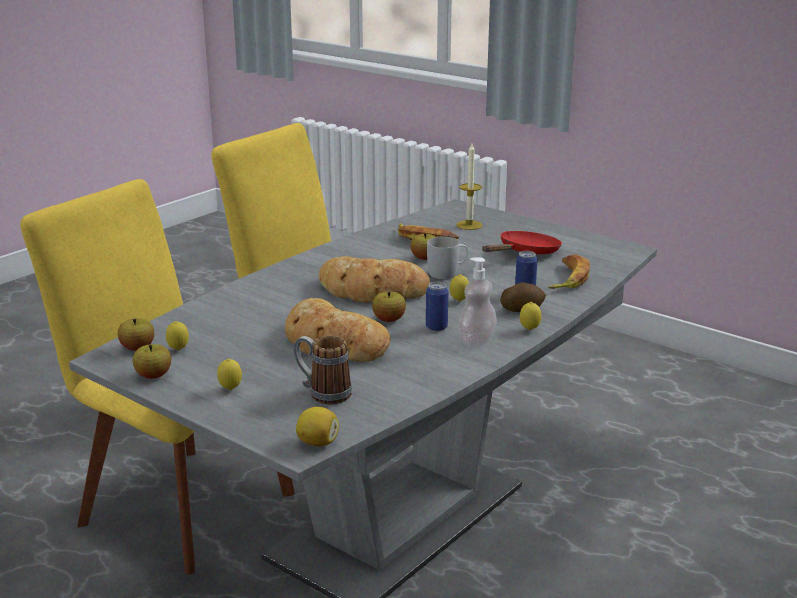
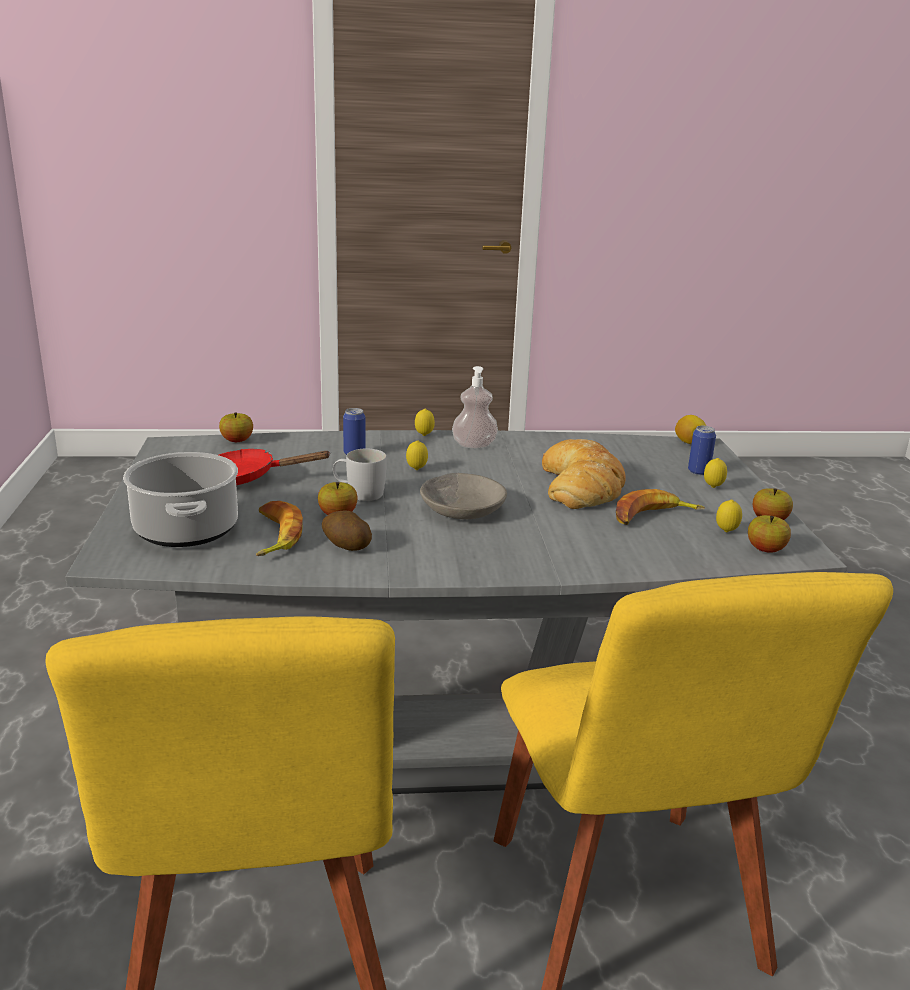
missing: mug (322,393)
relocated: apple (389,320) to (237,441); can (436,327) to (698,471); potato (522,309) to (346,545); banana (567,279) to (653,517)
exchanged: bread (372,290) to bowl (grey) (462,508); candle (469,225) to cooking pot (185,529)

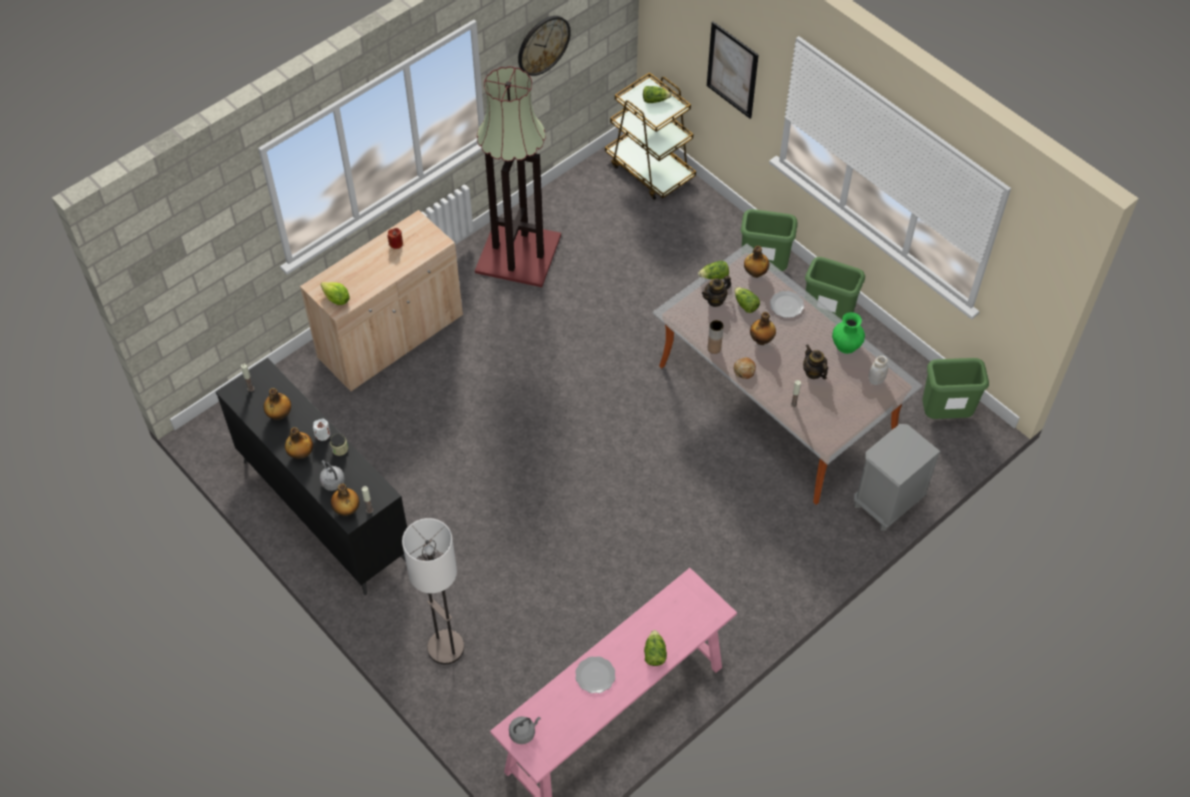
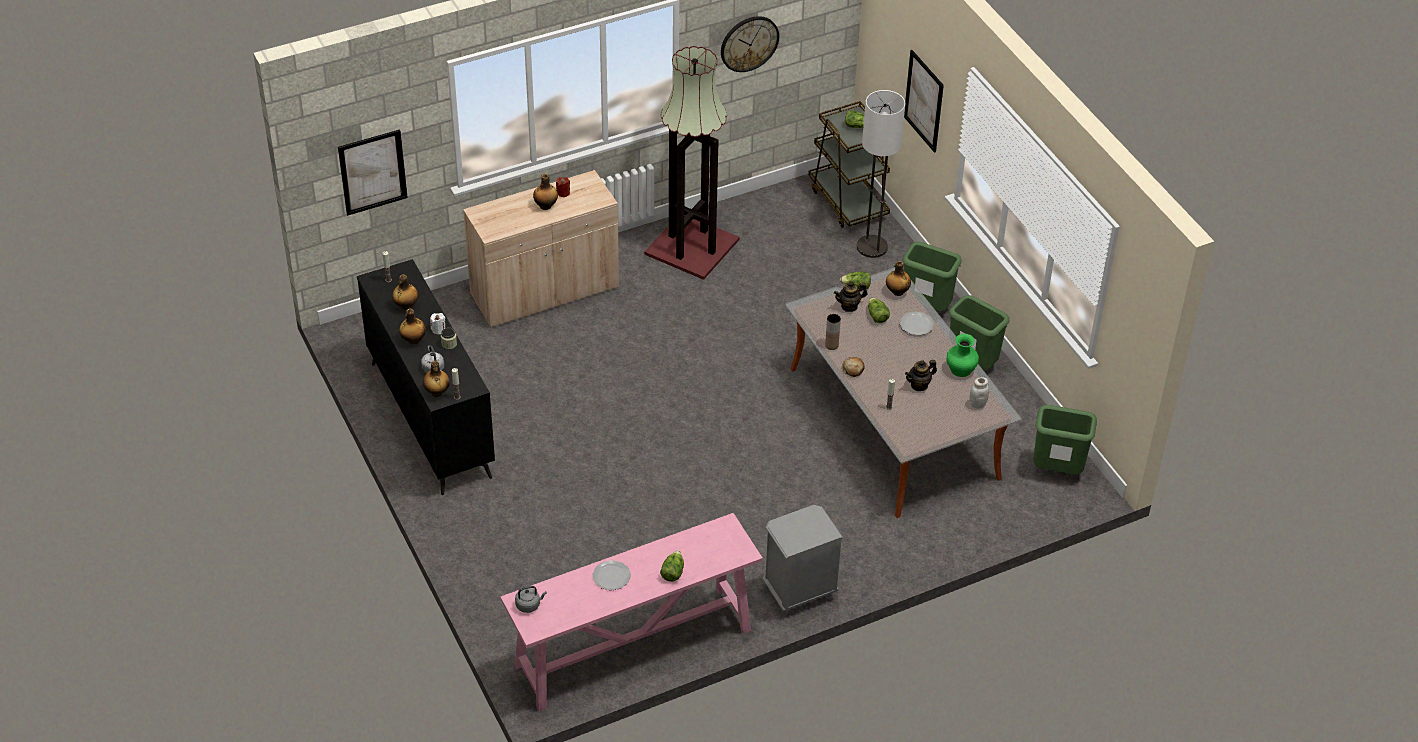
missing: lettuce (337,299)
appeared: picture (372,172)
relocated: floor lamp (446,647) to (872,247); bottle (762,340) to (546,206); nightstand (grey) (887,503) to (798,593)
spun: teapot (813,372) = (919,385) 105 degrees counterclockwise

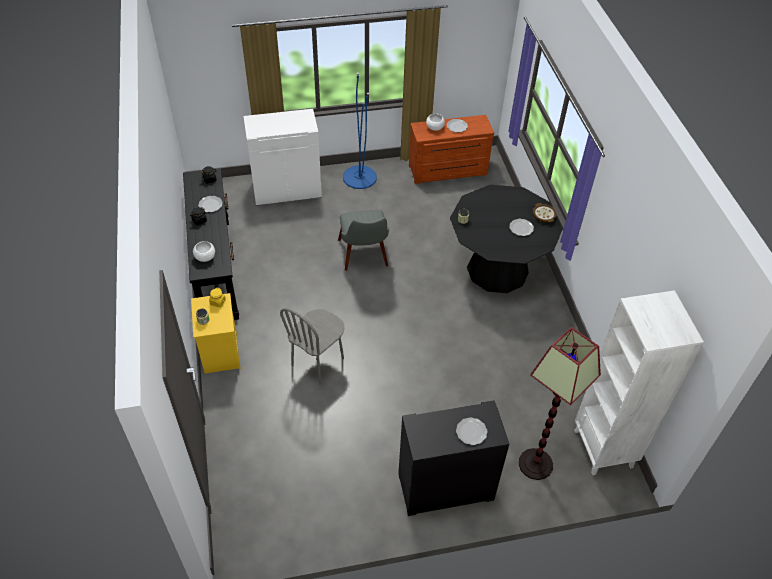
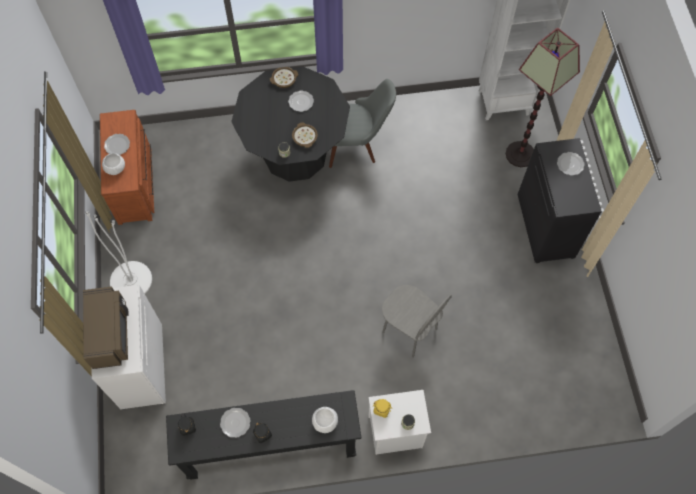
appeared: microwave (brown) (110,333); bowl (304,137)
relocated: chair (grey) (364,258) to (358,144)
colour: nightstand (yellow) (220,353) to nightstand (white) (395,433); floor lamp (blue) (359,177) to floor lamp (white) (131,280)

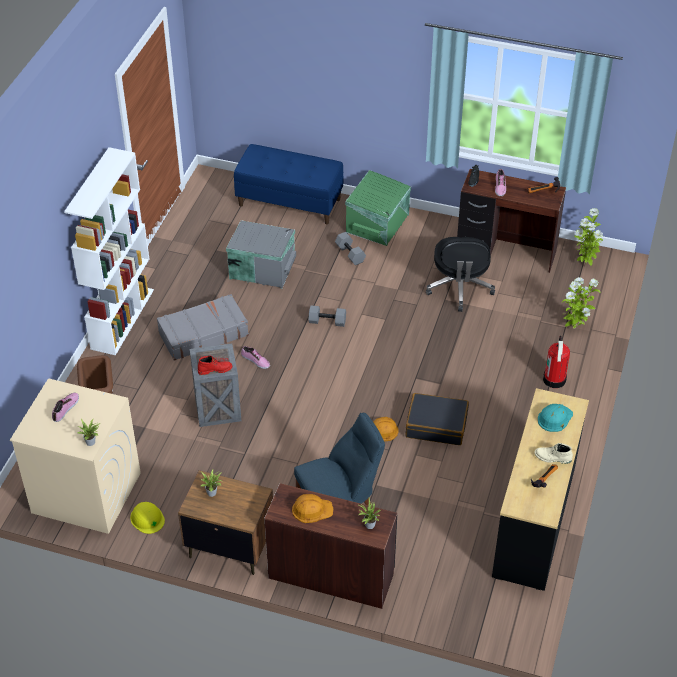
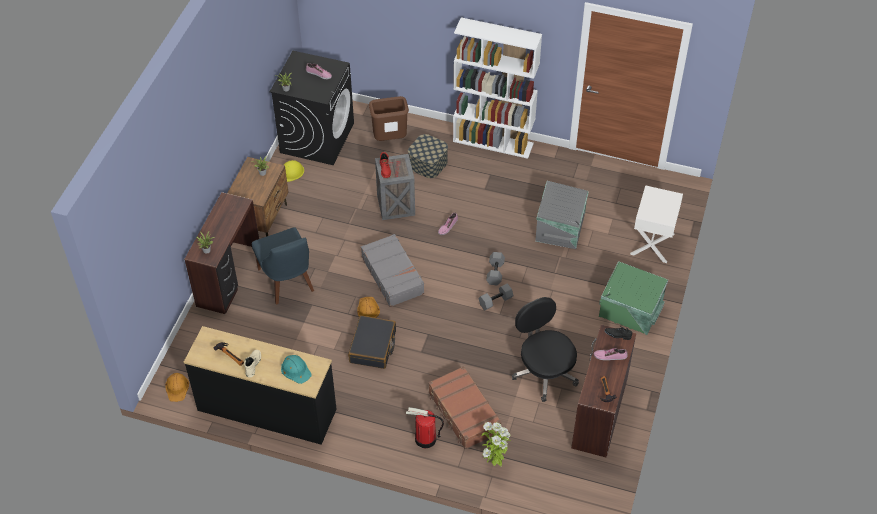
missing: potted plant (585,263)
appeared: storage box (428,163); suitcase (brown) (463,413)
relocated: suitcase (grey) (203,334) to (393,275); hard hat (orange) (312,509) to (177,388); dumbbell (grey) (351,254) to (495,301)
exchanged: bench (blue) (290,202) to nightstand (white) (653,244)
colour: washing machine (beige) (85,493) to washing machine (black) (317,137)
spun: office chair (black) (459,288) = (544,371) 60 degrees clockwise

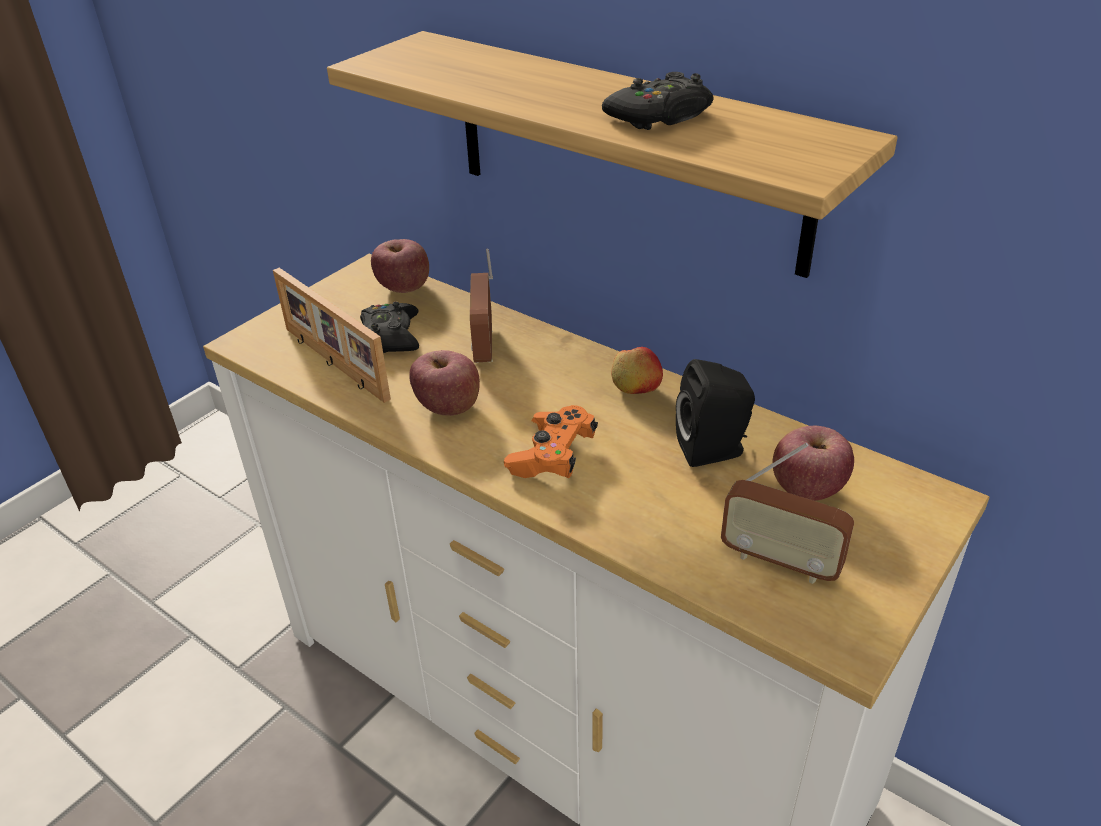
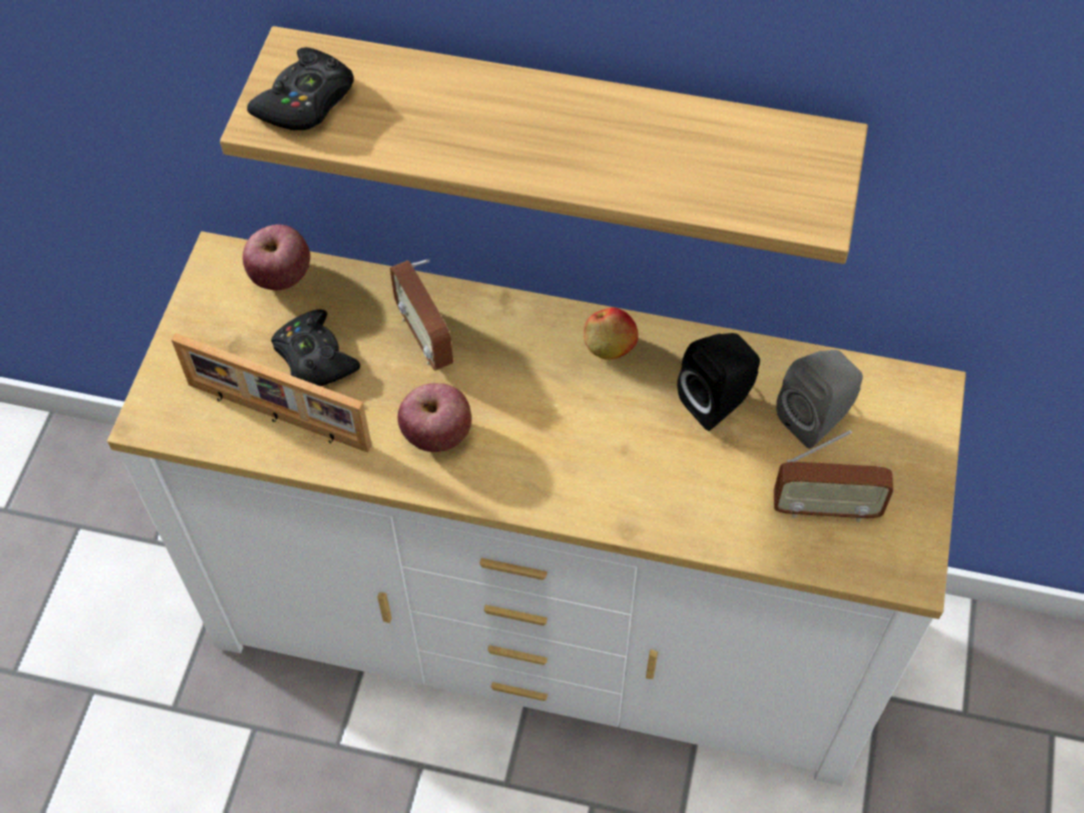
missing: game controller (orange) (552,456)
relocated: game controller (black) (660,116) to (306,101)
exchanged: apple (807,488) to speaker (grey) (816,418)

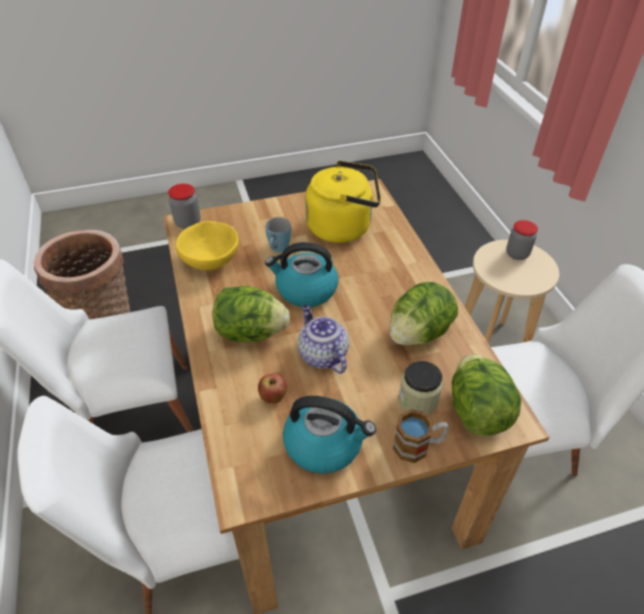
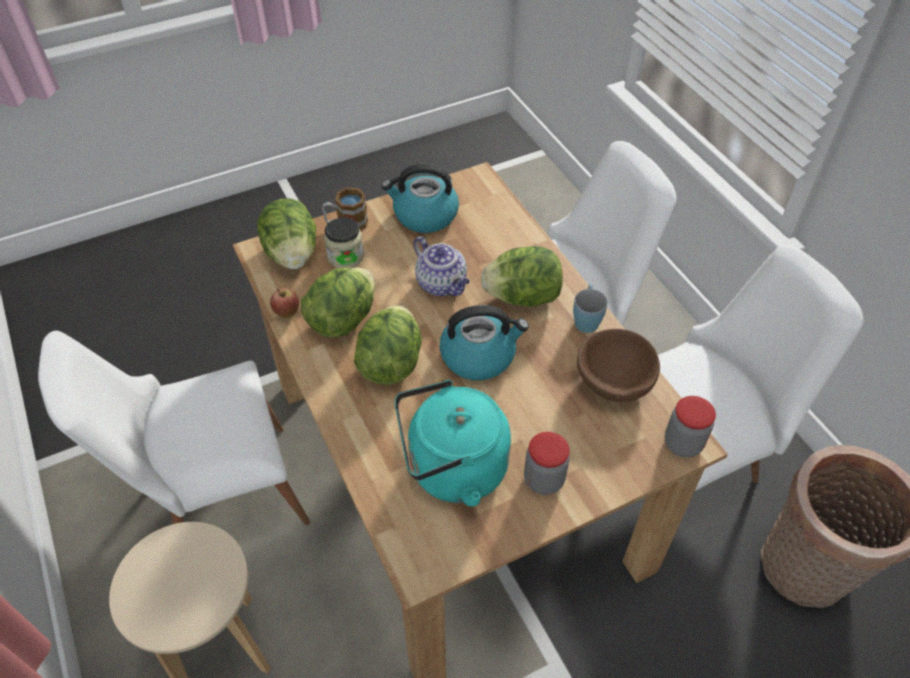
appeared: lettuce (390,363)
relocated: apple (273,398) to (287,313); mug (blue) (278,249) to (586,319); jar (517,254) to (543,480)
colour: bowl (yellow) (211,261) to bowl (brown) (612,381); kettle (yellow) (343,227) to kettle (turquoise) (452,470)

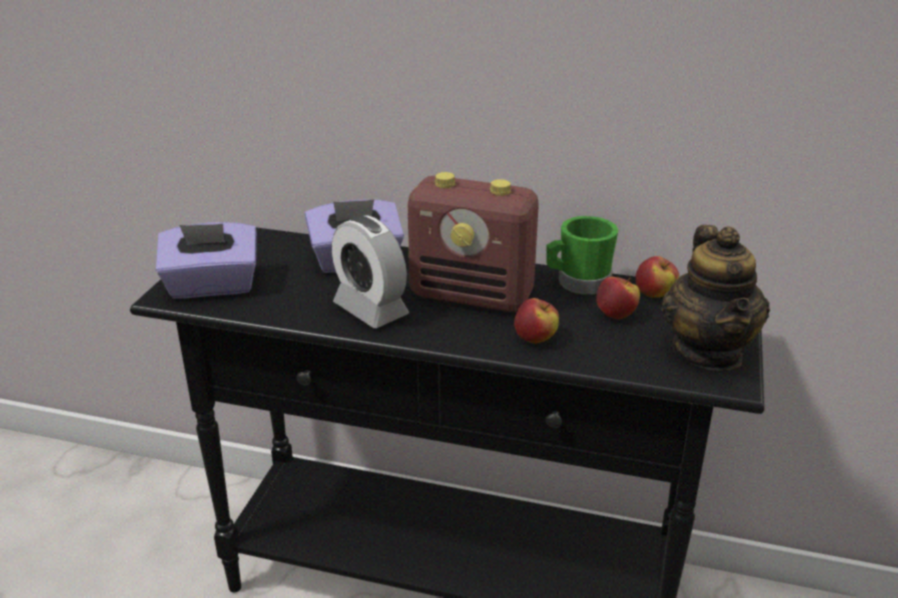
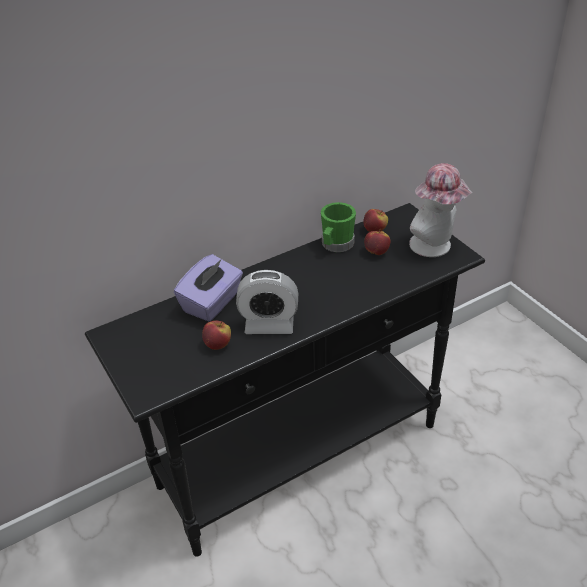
missing: tissue box (purple) (212,286); radio (473,296)
relocated: apple (535,339) to (218,344)
exchanged: teapot (708,351) to hat (435,246)

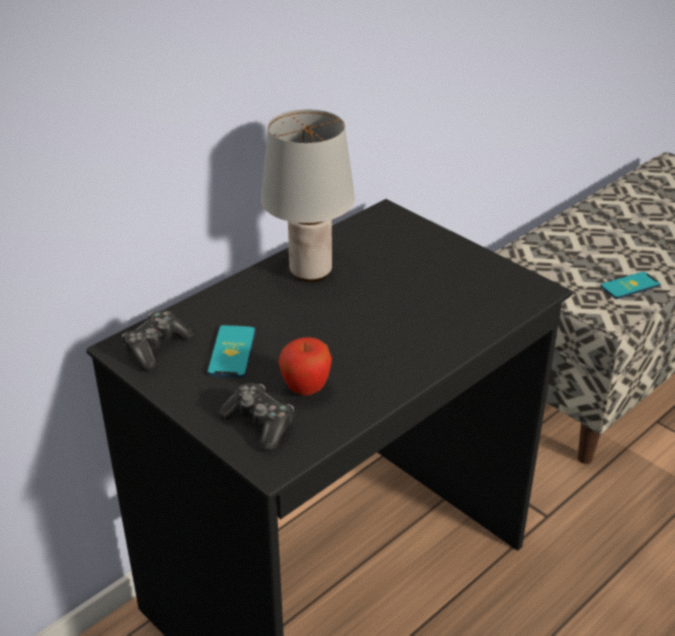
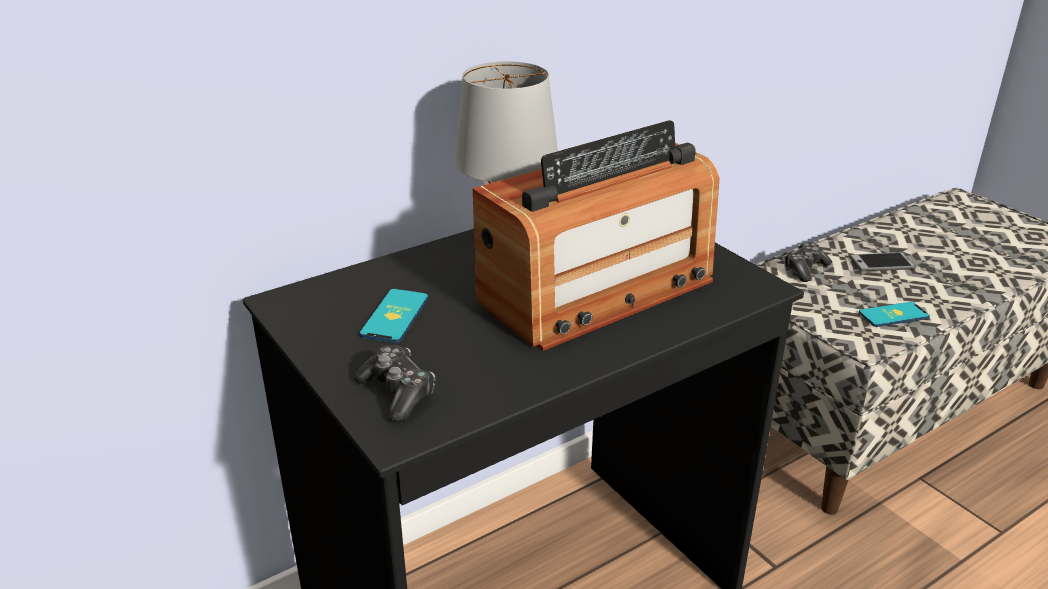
missing: apple (306,389)
appeared: radio (597,290); phone (881,263)
relocated: game controller (156,348) to (805,269)

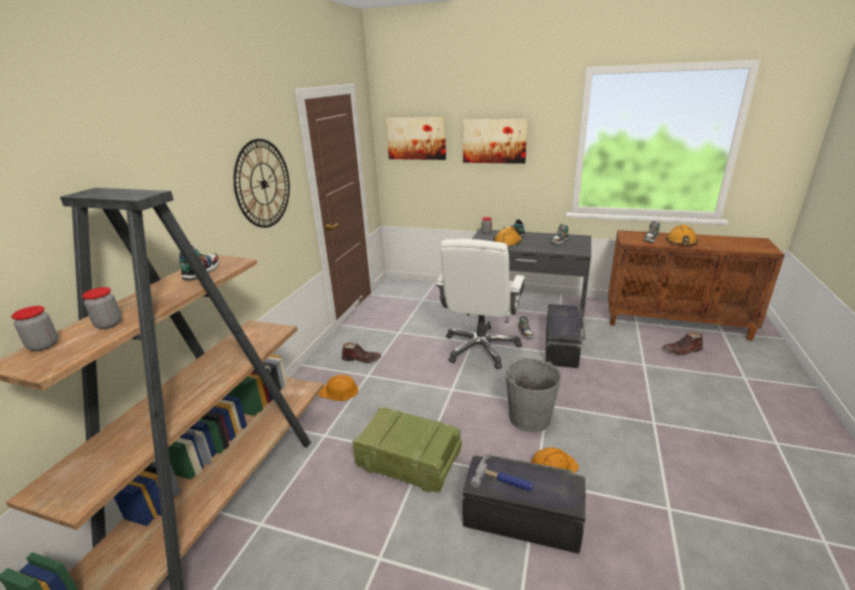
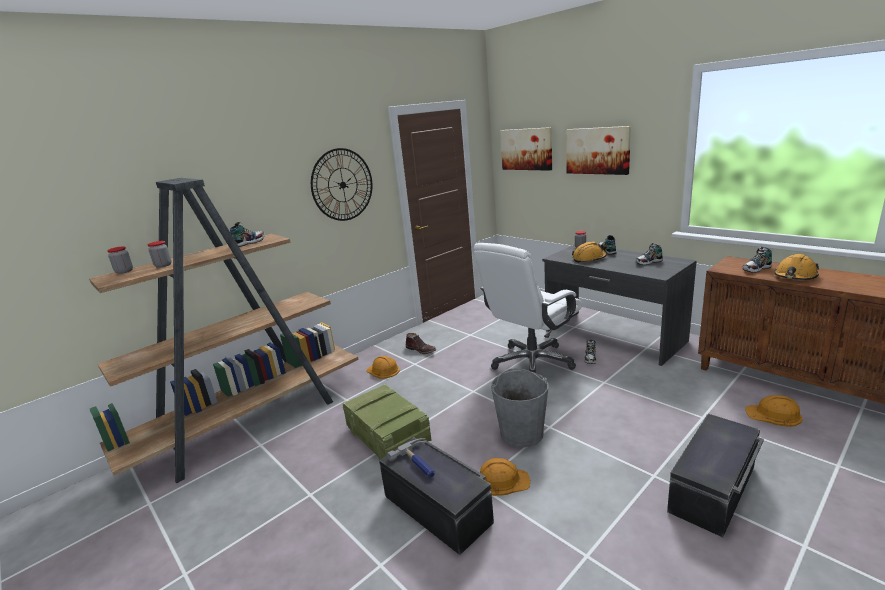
relocated: storage box (black) (562,347) to (714,489)
exchanged: boot (brown) (682,350) to hard hat (orange) (774,415)

